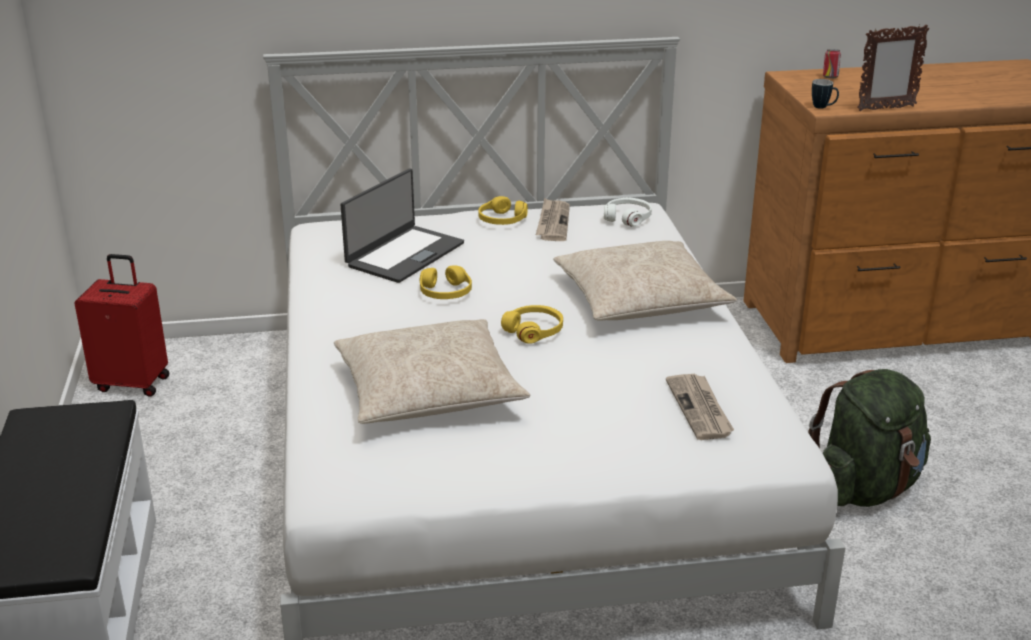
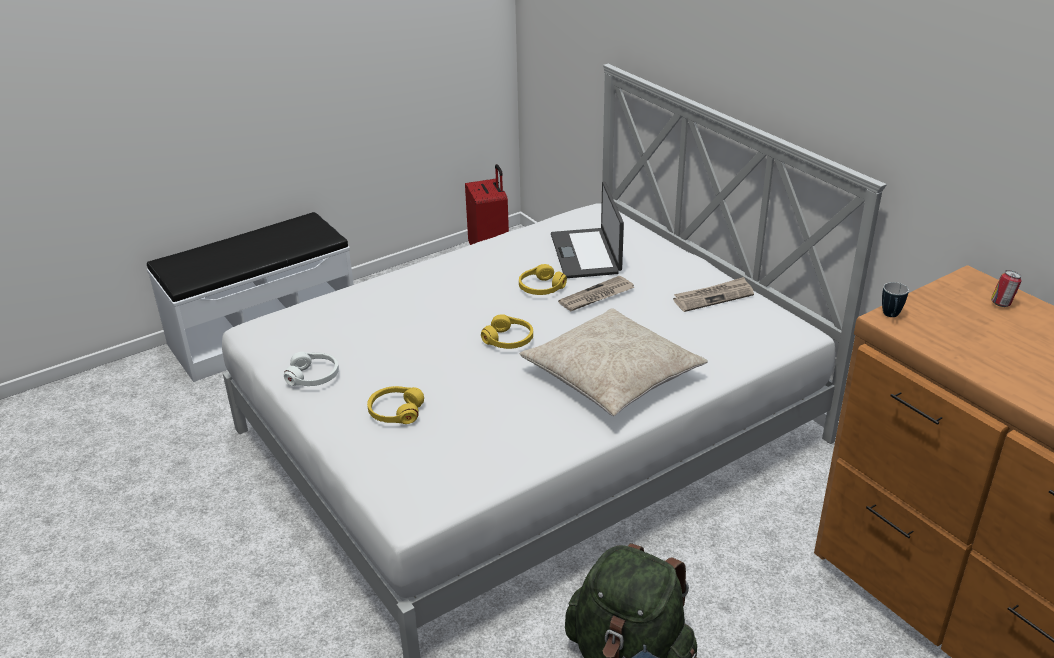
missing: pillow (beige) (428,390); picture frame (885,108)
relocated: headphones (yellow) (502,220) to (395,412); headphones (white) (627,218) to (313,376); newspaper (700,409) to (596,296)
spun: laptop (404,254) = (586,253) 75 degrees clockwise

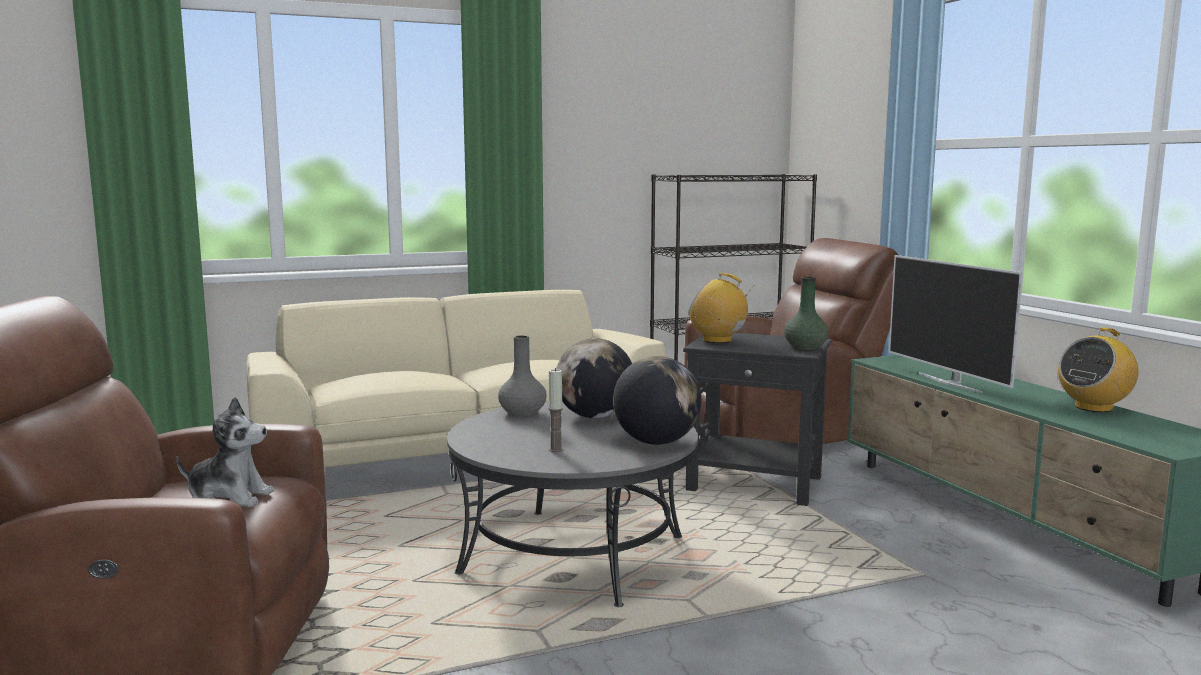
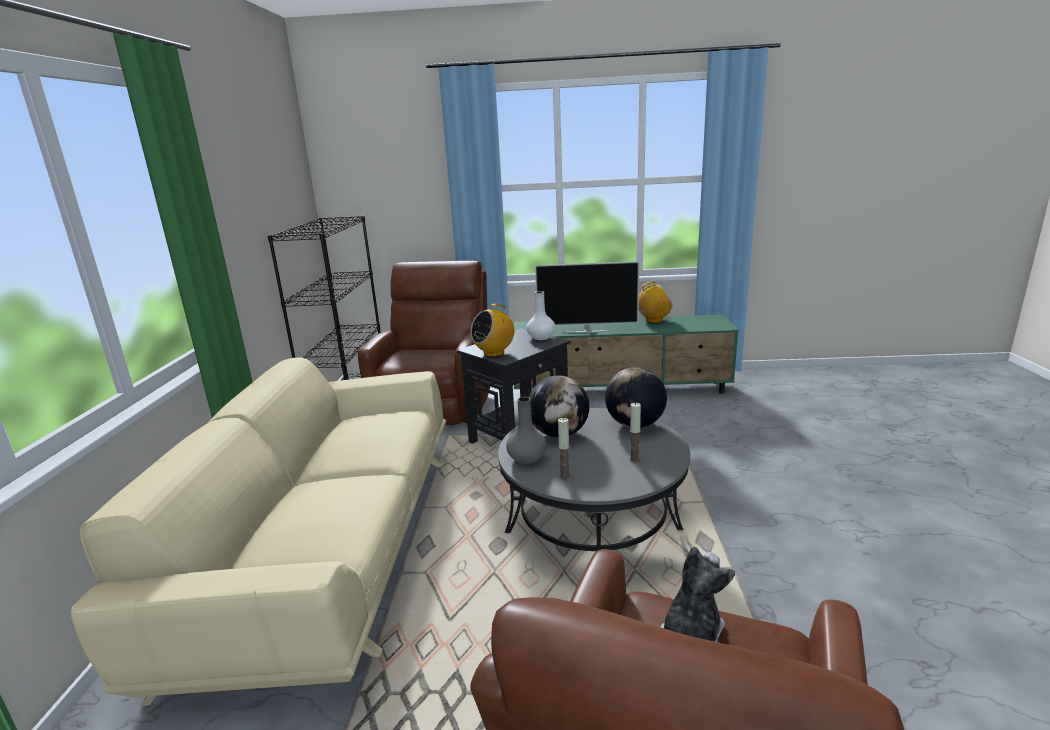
appeared: candle (564,476)
colour: vase (green) (805,347) to vase (white) (541,337)
spun: radio (1093,407) = (654,320) 90 degrees counterclockwise

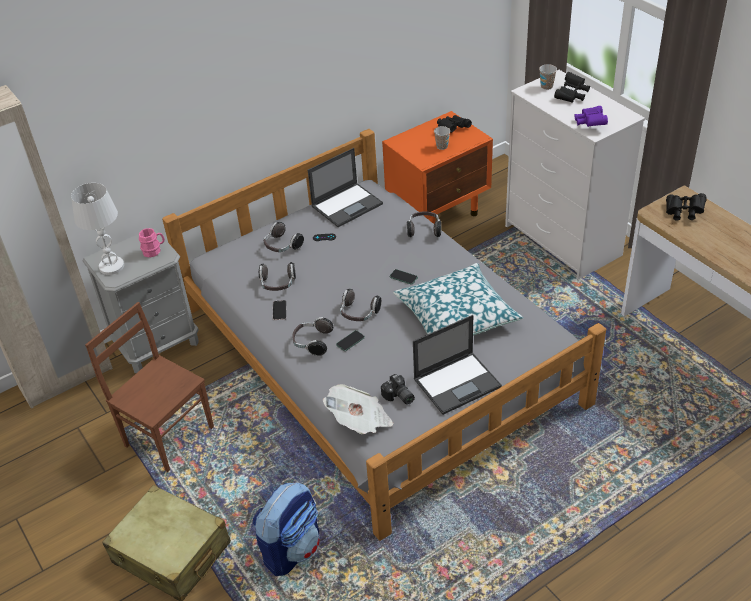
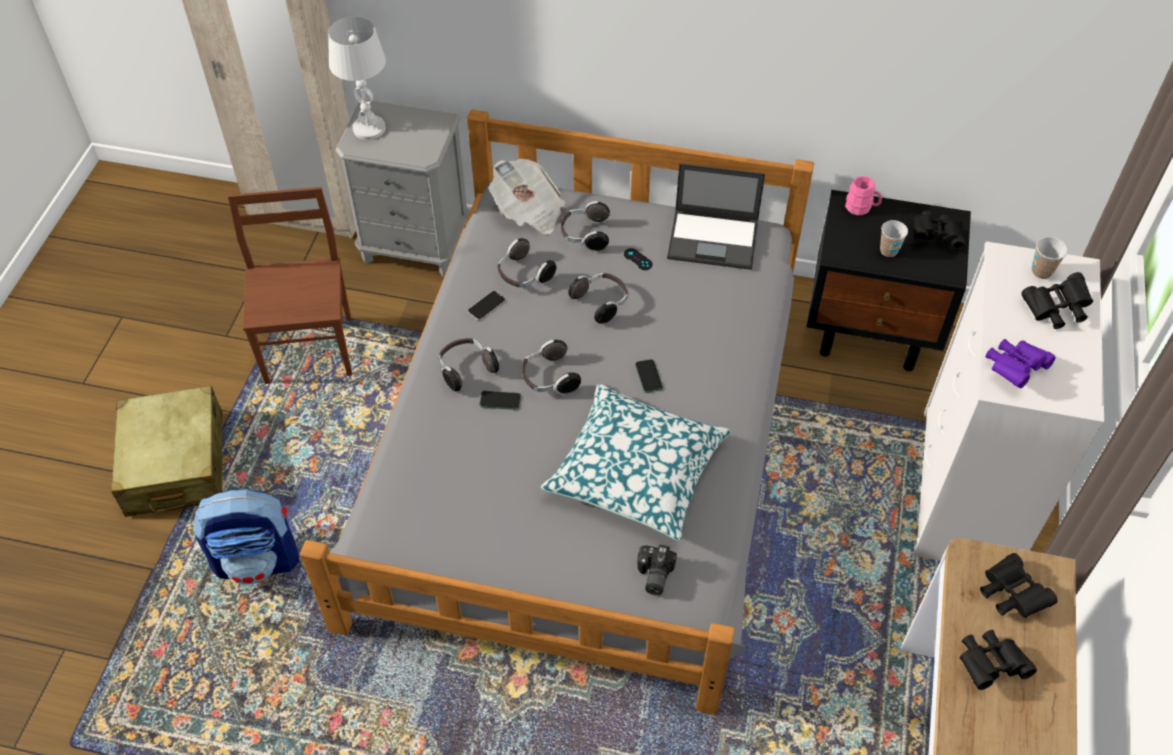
missing: laptop (457,382)
appeared: binoculars (black) (990,665)
relocated: mug (pink) (154,251) to (861,208); newspaper (360,421) to (528,211); photo camera (398,397) to (653,575); headphones (424,230) to (601,303)
colour: nightstand (orange) (439,212) to nightstand (black) (872,330)

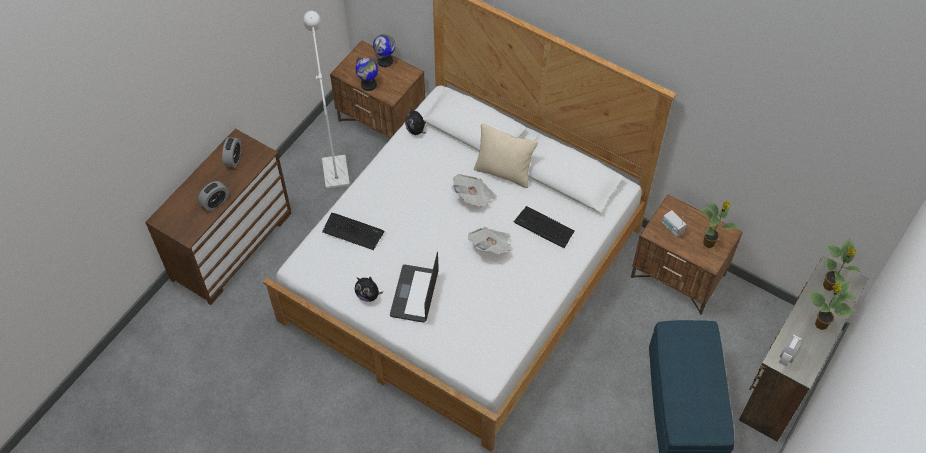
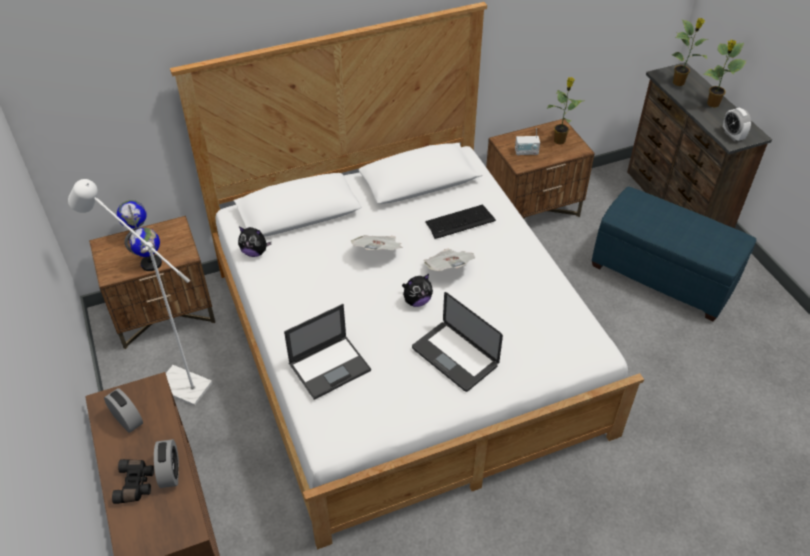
missing: pillow (beige) (503,172)
appeared: binoculars (black) (136,484)
relocated: plush toy (368,295) to (417,301)
exchanged: keyboard (353,231) to laptop (330,366)

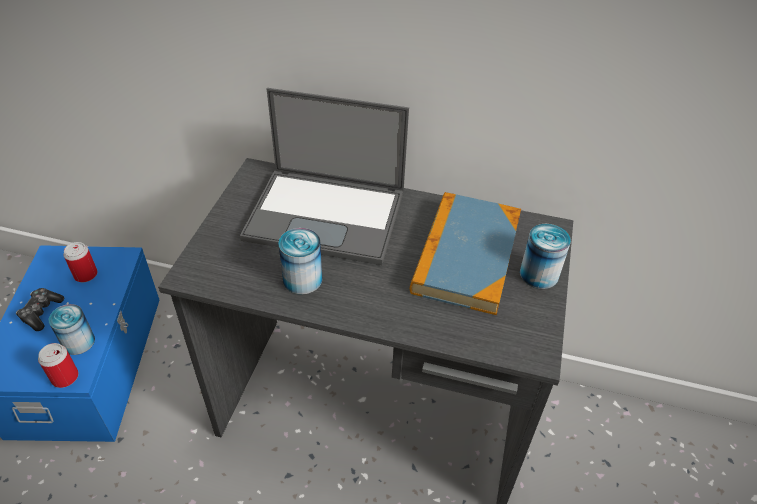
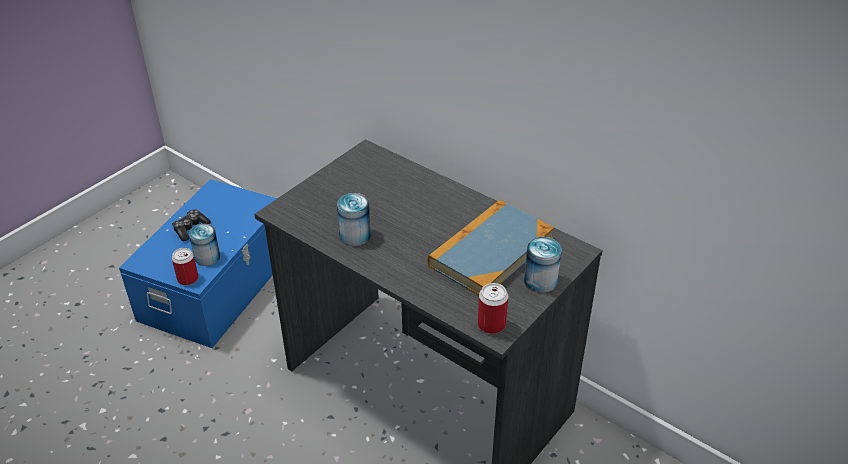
missing: laptop (328,215)
relocated: can (86,275) to (491,324)

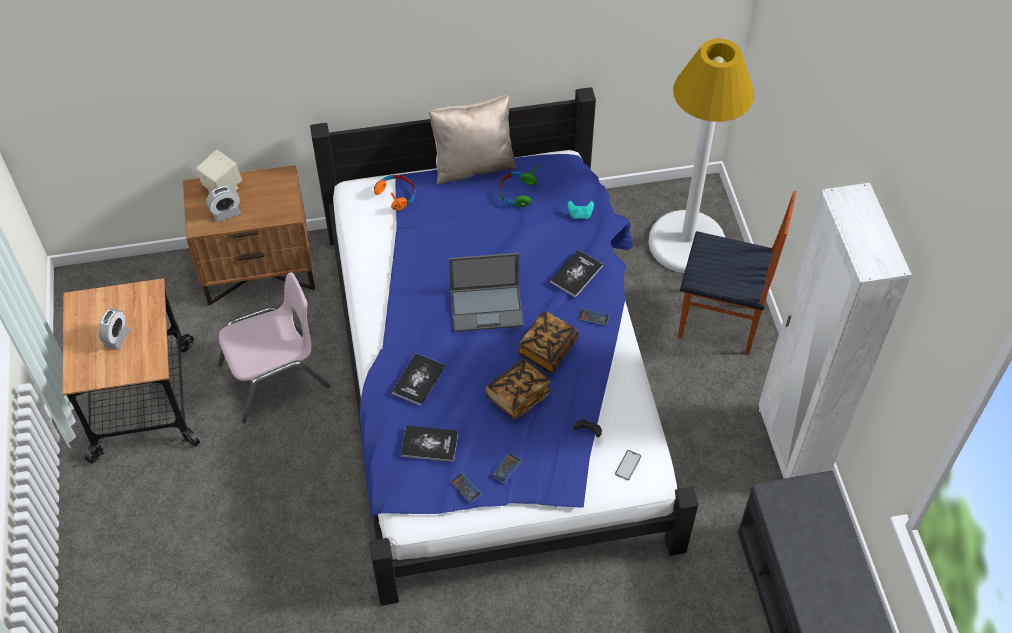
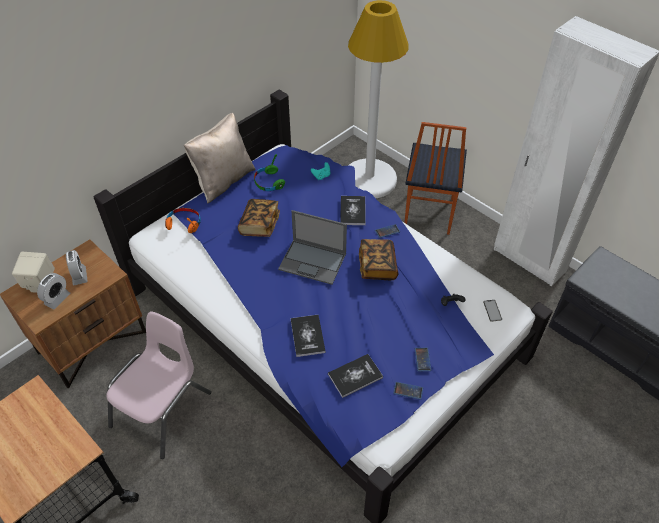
relocated: alarm clock (116,338) to (79,276); book (518,396) to (259,225)
spun: laptop (487,307) = (313,261) 60 degrees clockwise; chair (719,323) = (427,213) 120 degrees clockwise

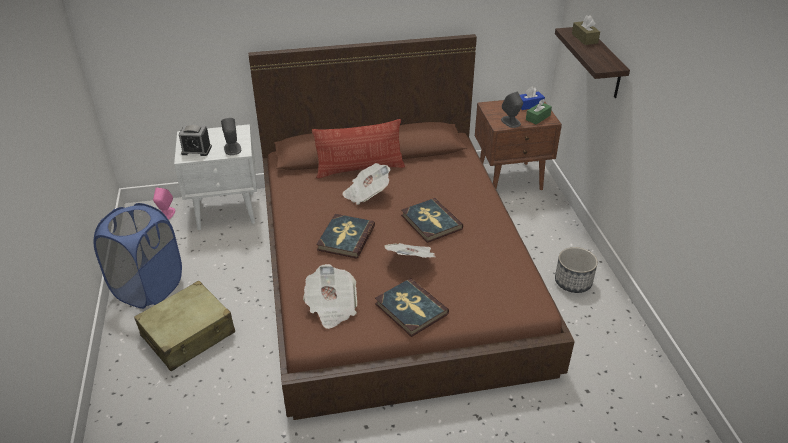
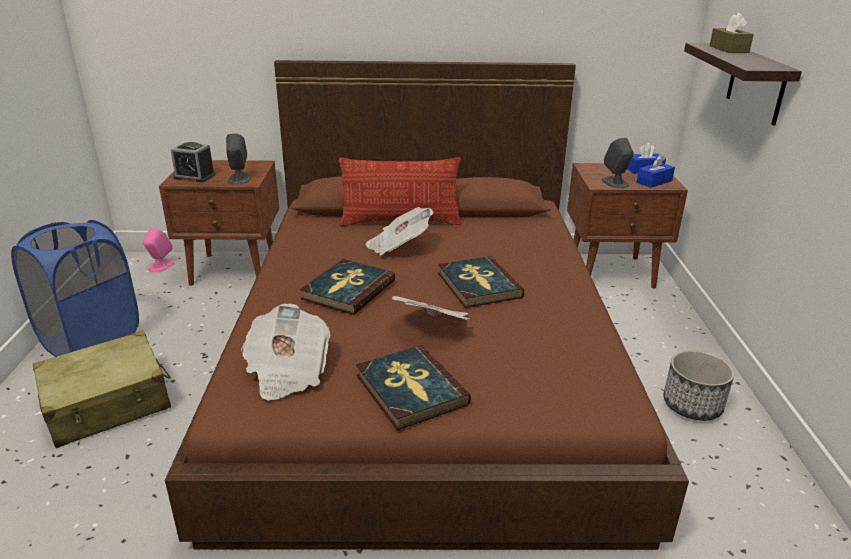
colour: nightstand (white) (227,211) to nightstand (brown) (235,270); tissue box (green) (538,117) to tissue box (blue) (654,181)

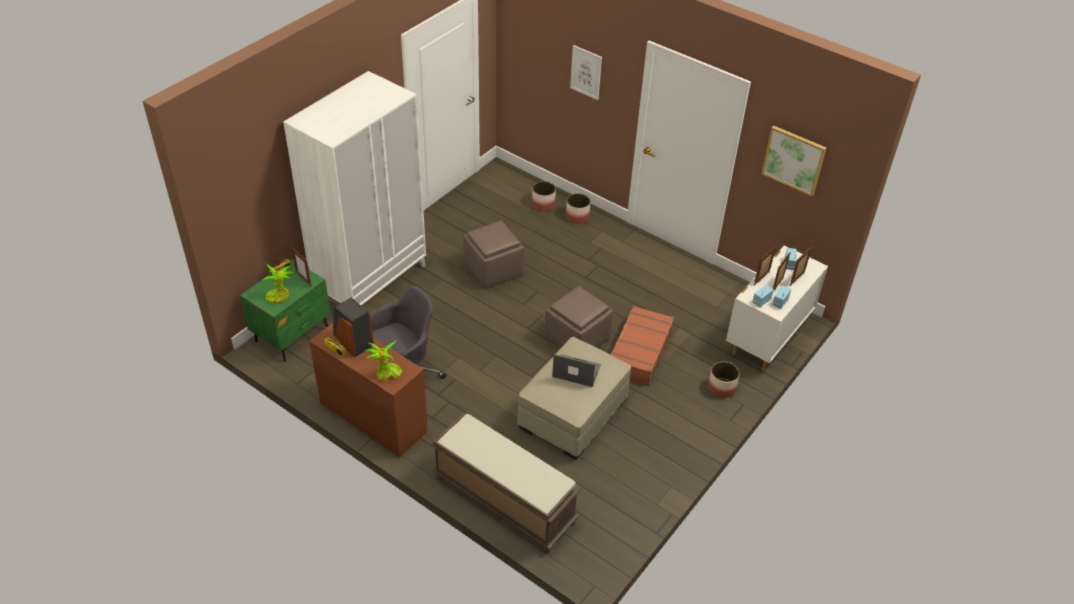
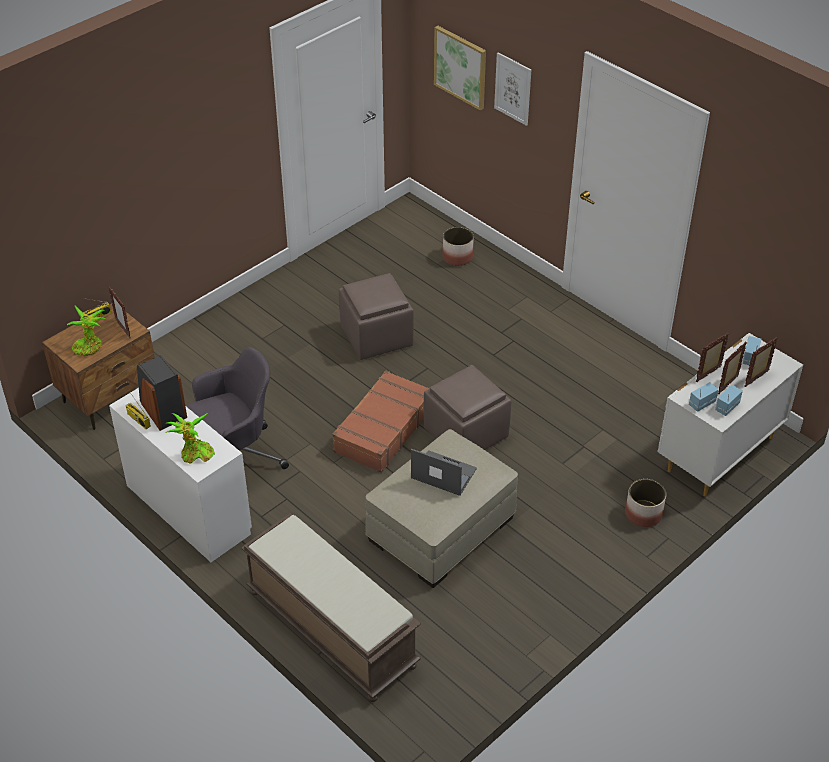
missing: wardrobe (white) (370,280); planter (577,217)
relocated: suitcase (brown) (639,352) to (382,430); picture (793,160) to (460,67)
colour: nightstand (green) (292,335) to nightstand (brown) (110,397); desk (brown) (373,417) to desk (white) (188,509)

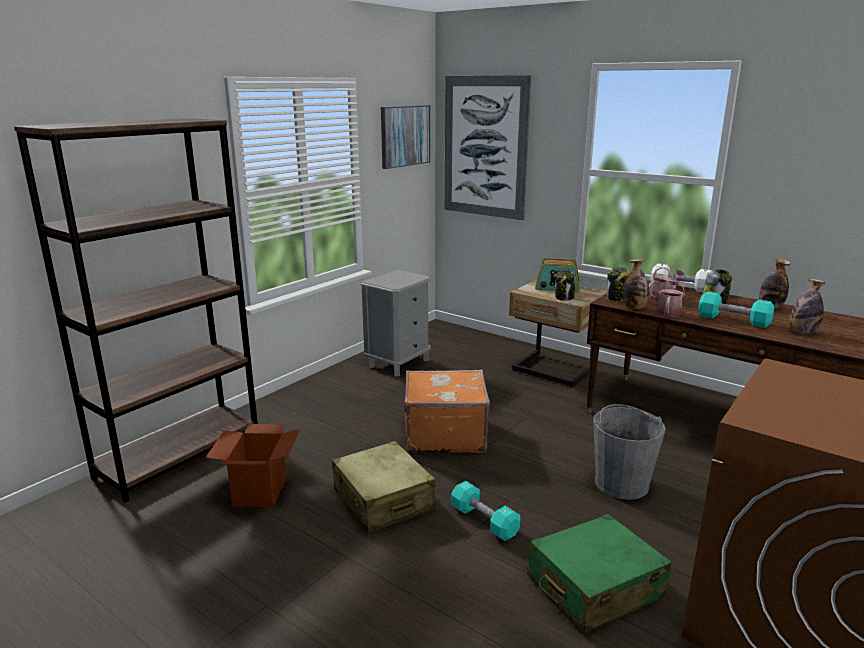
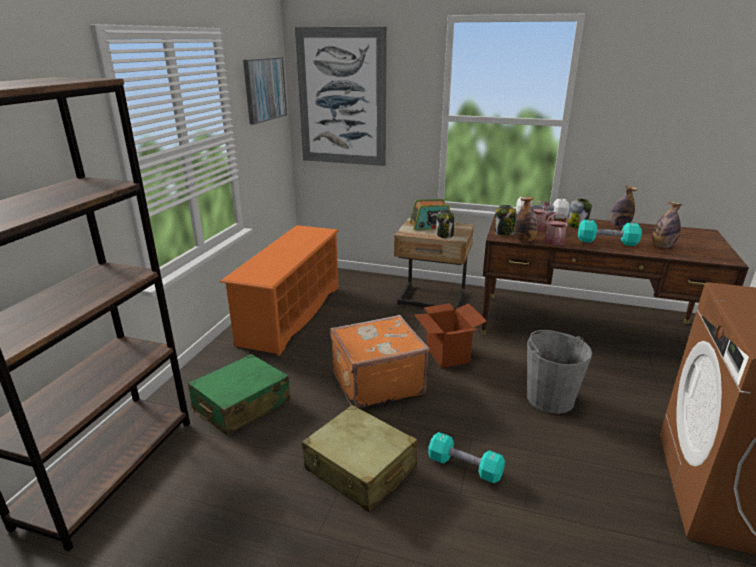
relocated: cardboard box (260,491) to (447,354); suitcase (green) (594,587) to (241,405)
exchanged: nightstand (grey) (398,363) to shoe rack (orange) (291,314)

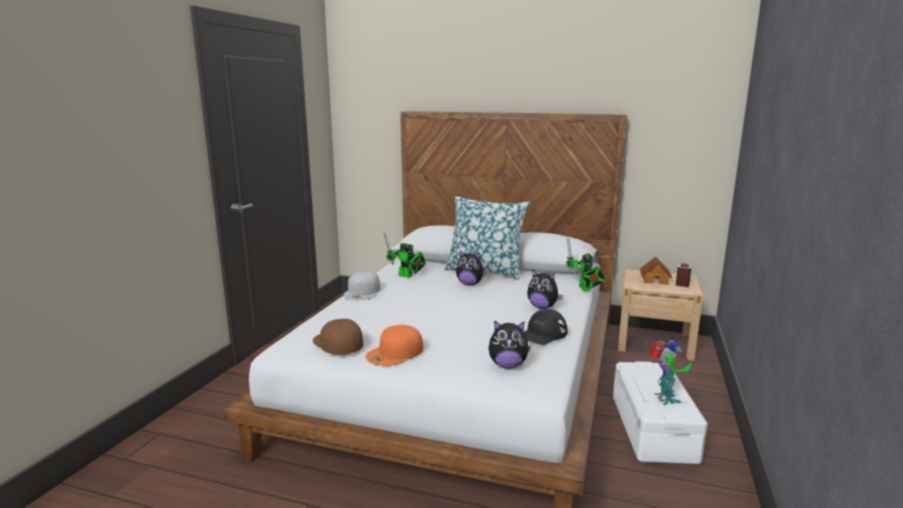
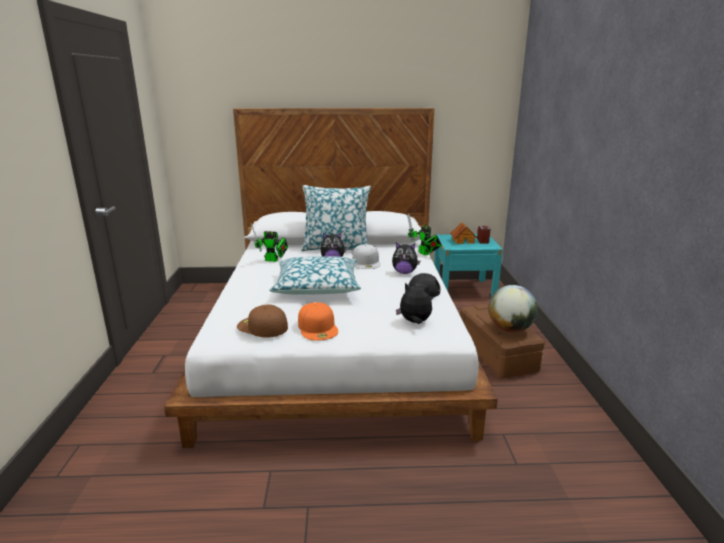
appeared: pillow (317,286)
relocated: cap (white) (362,292) to (366,262)
exchanged: toy robot (665,399) to globe (510,329)
colour: storage box (white) (654,429) to storage box (brown) (497,353); nightstand (beige) (654,342) to nightstand (turquoise) (463,289)
spun: cap (orange) (395,353) = (318,327) 45 degrees counterclockwise; plush toy (508,365) = (415,322) 150 degrees counterclockwise

